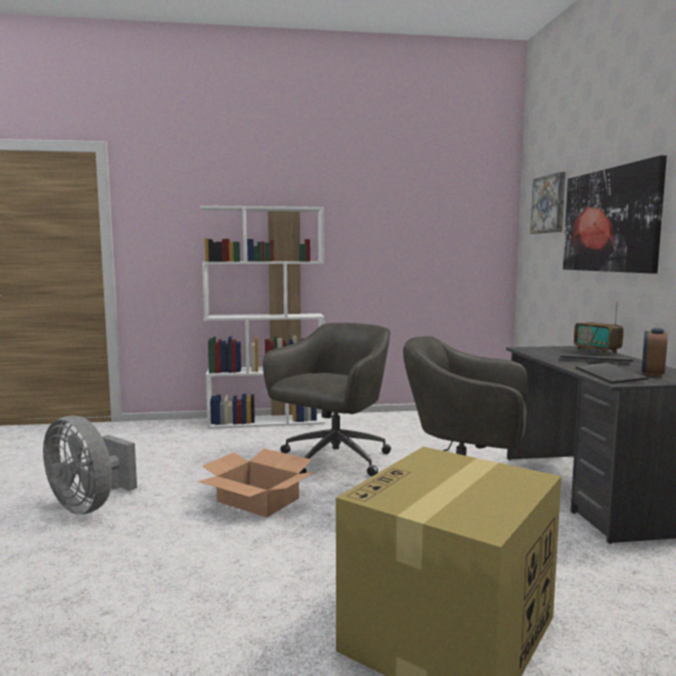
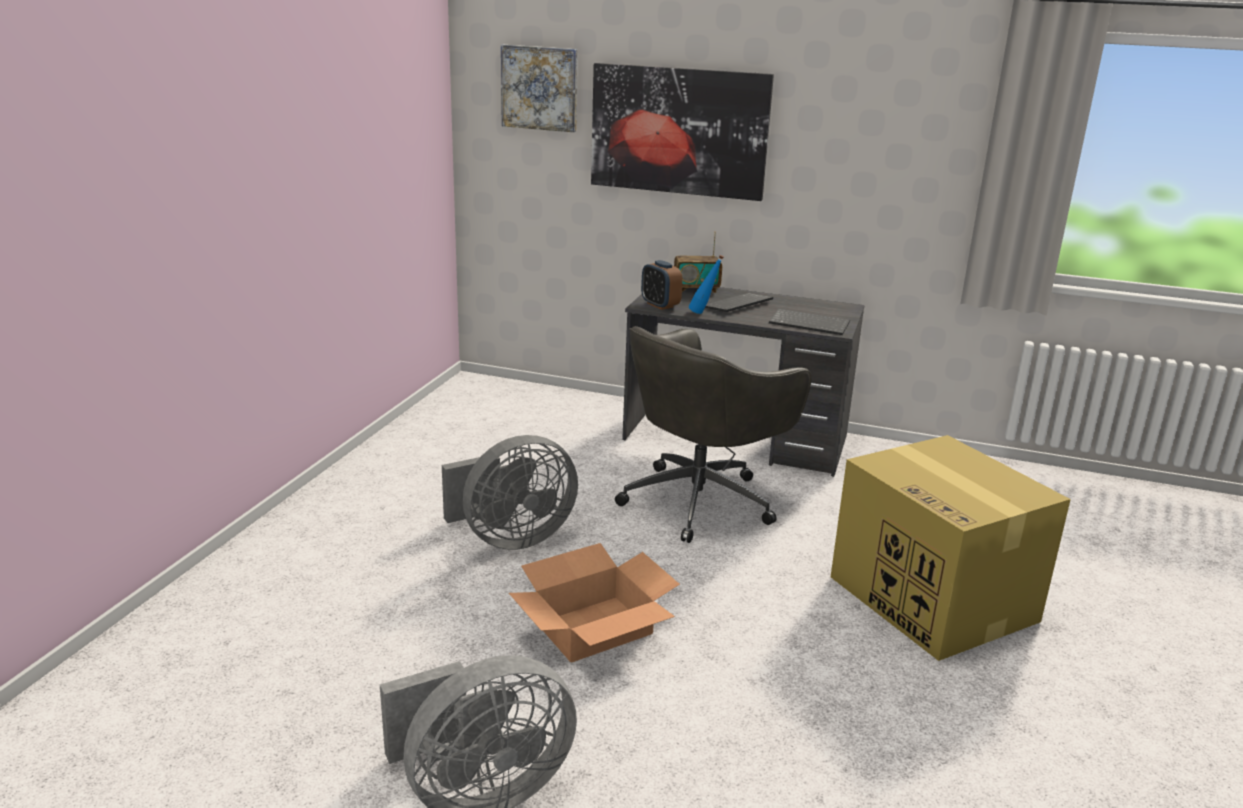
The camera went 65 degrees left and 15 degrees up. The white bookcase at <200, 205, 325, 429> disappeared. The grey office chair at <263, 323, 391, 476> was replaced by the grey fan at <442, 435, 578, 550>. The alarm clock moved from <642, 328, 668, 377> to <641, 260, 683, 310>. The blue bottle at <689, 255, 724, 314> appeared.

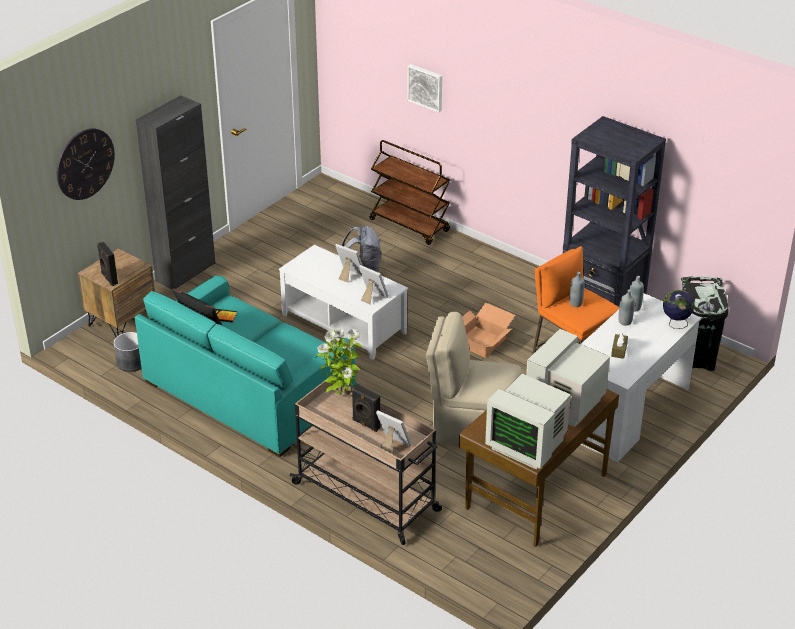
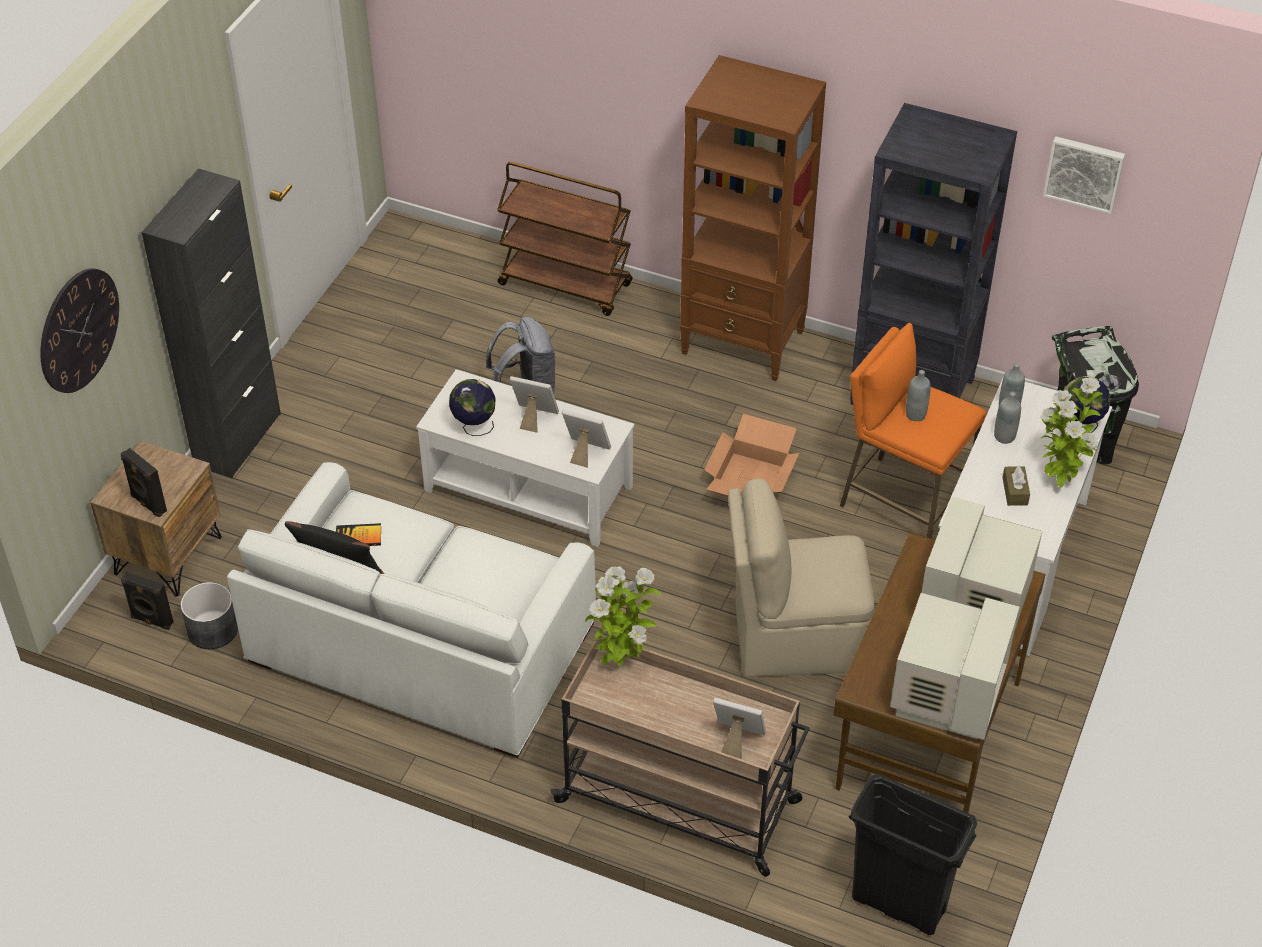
The camera went 15 degrees left and 10 degrees up. The picture moved from <407, 64, 442, 113> to <1043, 136, 1125, 214>. The turquoise sofa at <135, 276, 356, 457> became the white sofa at <227, 462, 596, 758>. The monitor at <485, 374, 571, 470> turned 90 degrees counterclockwise. The black speaker moved from <352, 384, 380, 432> to <121, 572, 174, 630>. The brown bookcase at <680, 55, 826, 381> appeared. The potted plant at <1040, 377, 1103, 488> appeared. The globe at <449, 379, 496, 436> appeared. The black trash can at <849, 774, 977, 935> appeared.

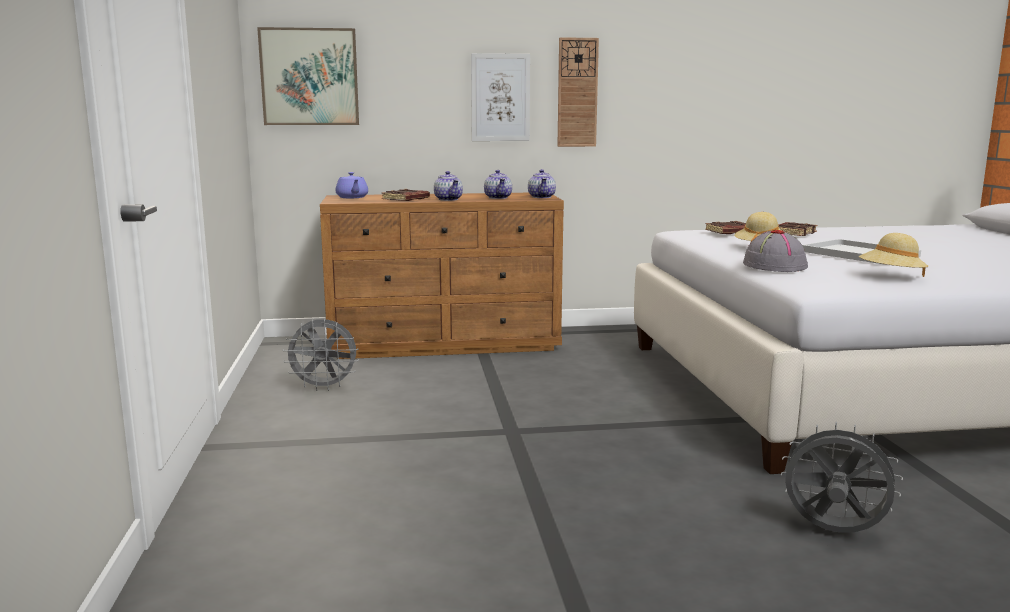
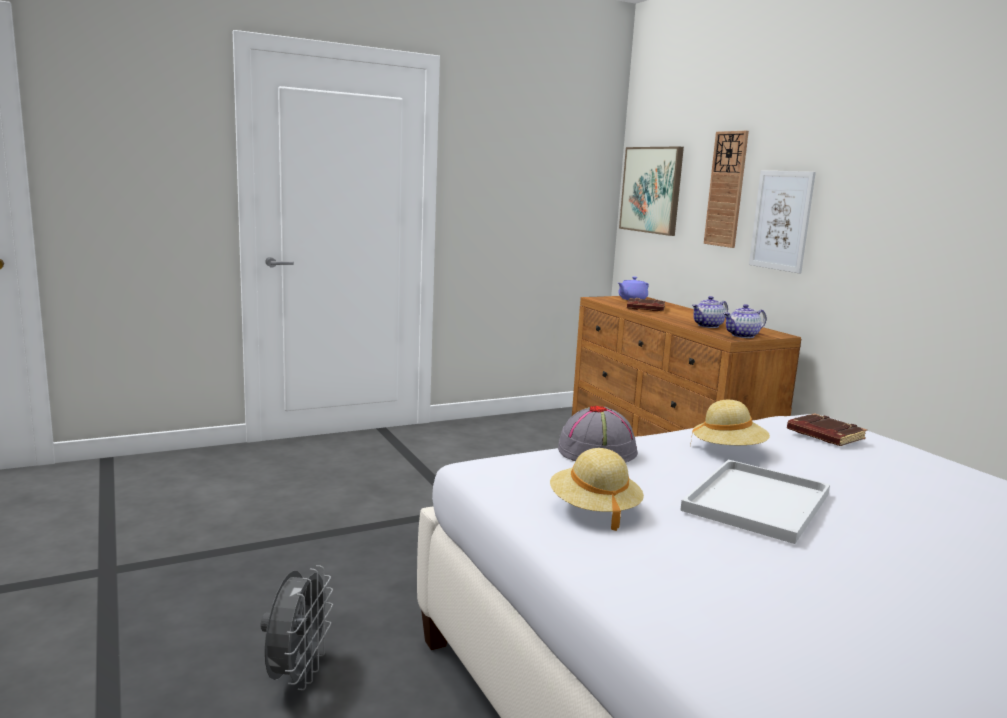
The camera went 70 degrees right and 0 degrees up. The wall clock moved from <557, 37, 599, 147> to <704, 131, 749, 248>. The teapot at <434, 171, 463, 201> disappeared. The brown book at <778, 222, 818, 236> disappeared. The grey fan at <283, 318, 359, 391> disappeared.

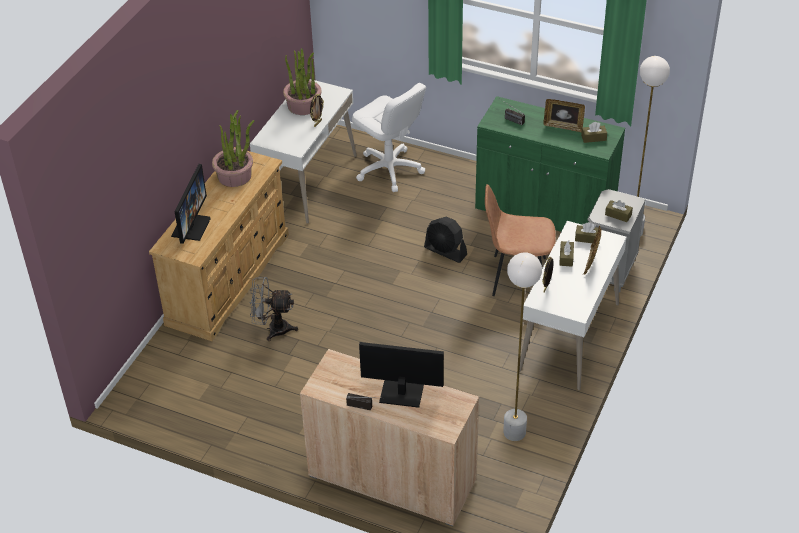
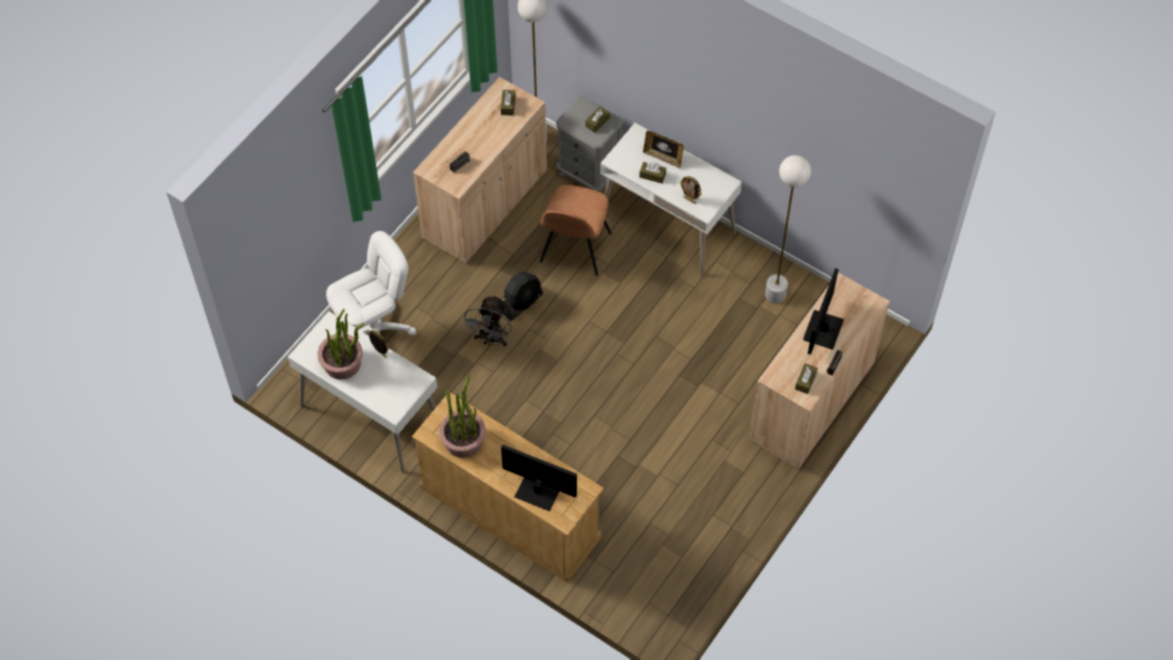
The camera went 80 degrees left and 15 degrees up. The green cabinet at <475, 96, 625, 232> became the beige cabinet at <413, 77, 547, 263>. The picture frame at <543, 99, 585, 132> disappeared. The brown tissue box moved from <575, 222, 600, 243> to <795, 363, 818, 394>. The grey fan moved from <250, 277, 298, 341> to <462, 295, 512, 346>.

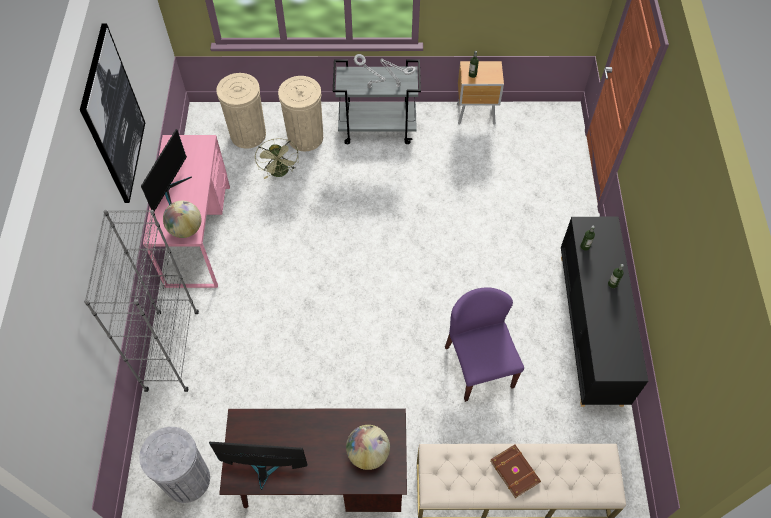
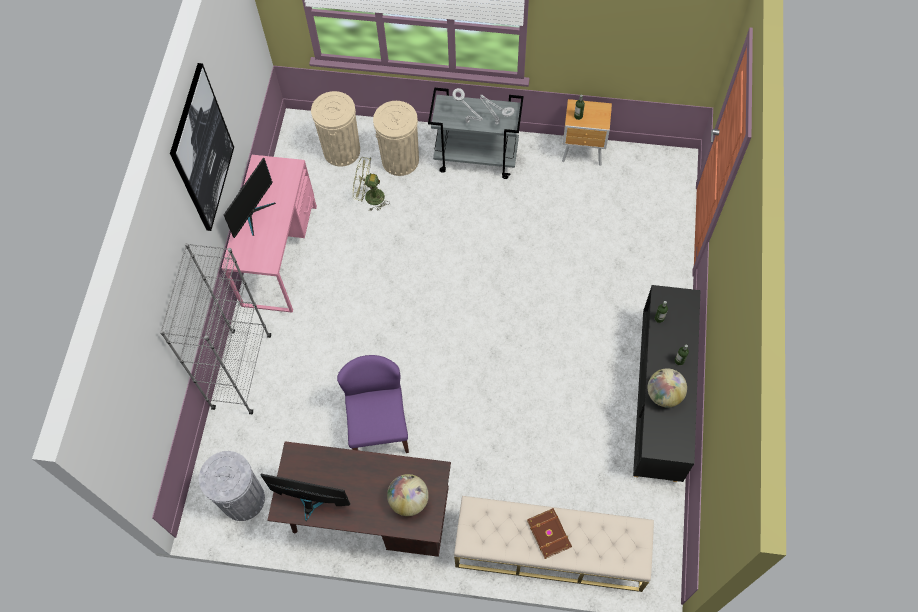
The camera went 10 degrees right and 5 degrees up. The green fan at <255, 138, 299, 179> turned 105 degrees clockwise. The globe moved from <163, 201, 202, 238> to <648, 368, 687, 407>. The purple chair moved from <445, 287, 524, 402> to <337, 355, 409, 453>.

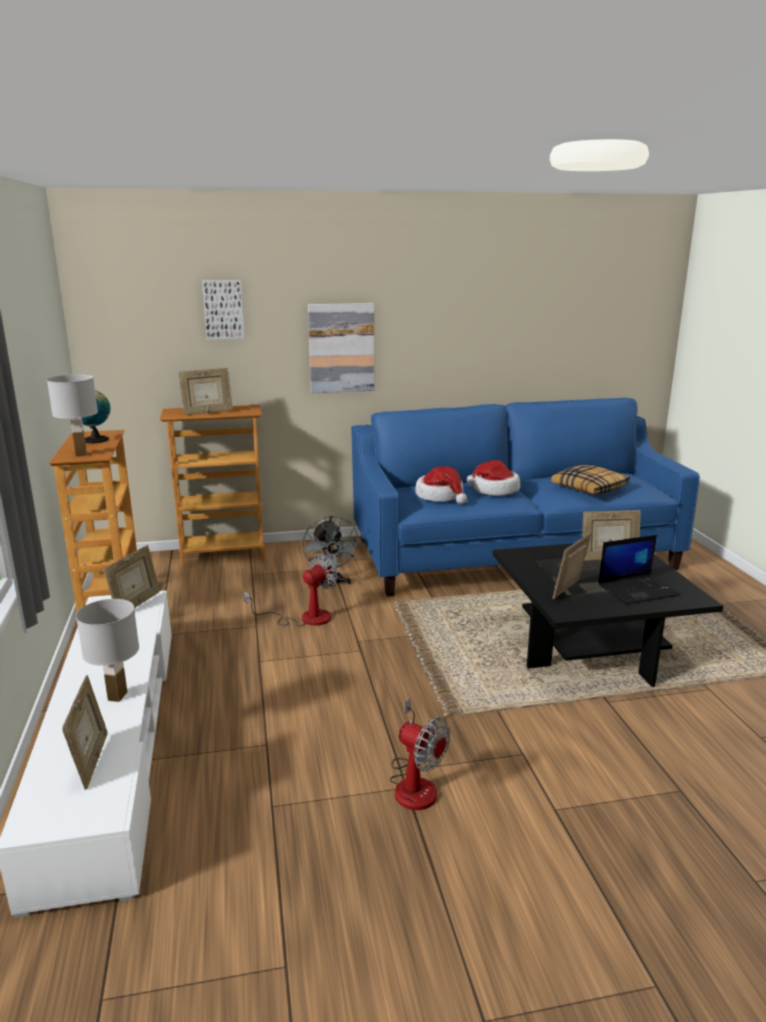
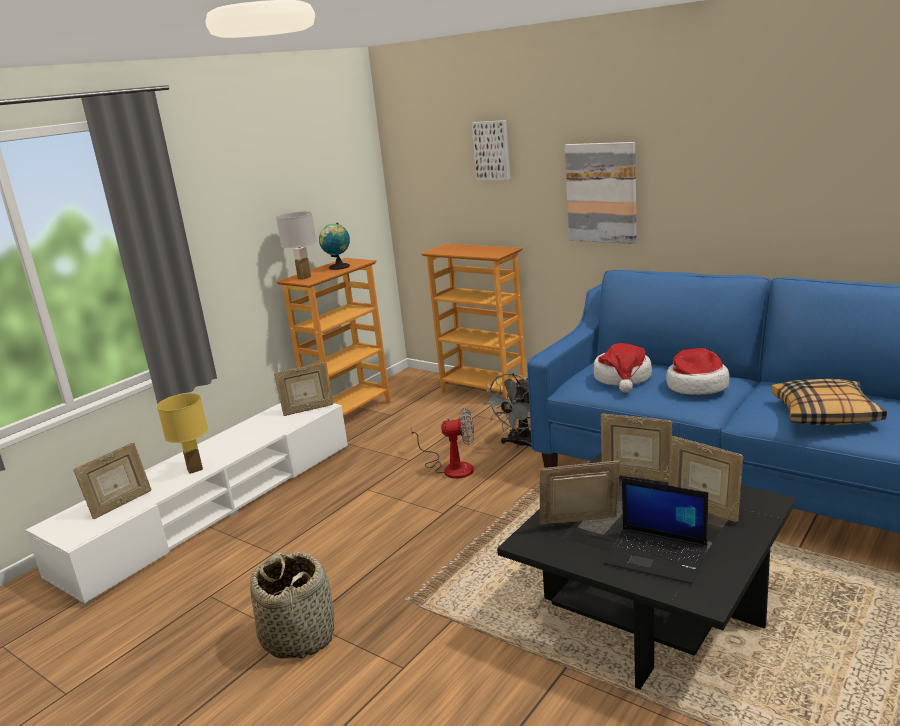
The camera went 50 degrees right and 0 degrees up. The picture frame moved from <178, 368, 233, 415> to <601, 414, 672, 482>. The white table lamp at <76, 599, 139, 702> became the yellow table lamp at <157, 393, 208, 474>. The fan at <390, 698, 450, 810> was replaced by the basket at <250, 552, 334, 659>.

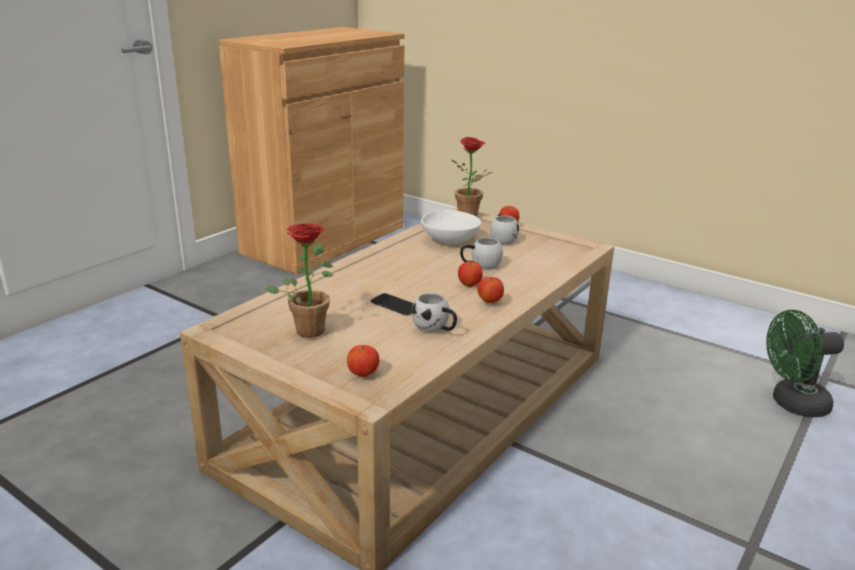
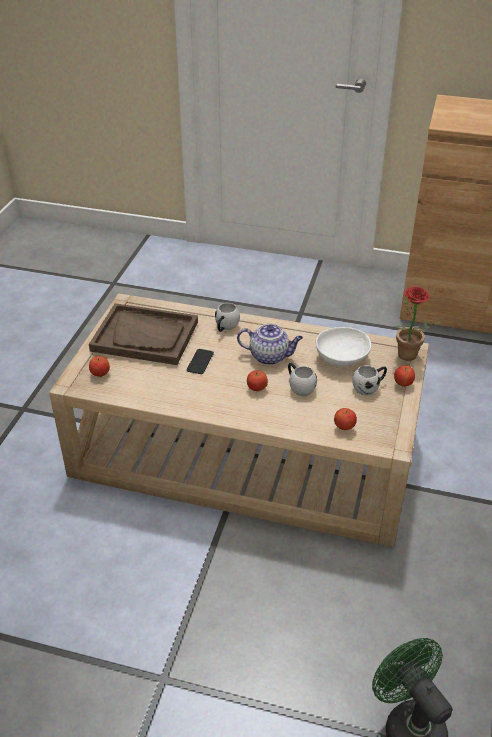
The camera went 70 degrees right and 15 degrees up. The potted plant at <265, 223, 333, 338> was replaced by the brown tray at <89, 303, 198, 365>. The apple moved from <477, 276, 504, 303> to <334, 408, 357, 430>. The white mug moved from <412, 293, 457, 333> to <215, 303, 240, 332>. The teapot at <237, 324, 303, 365> appeared.

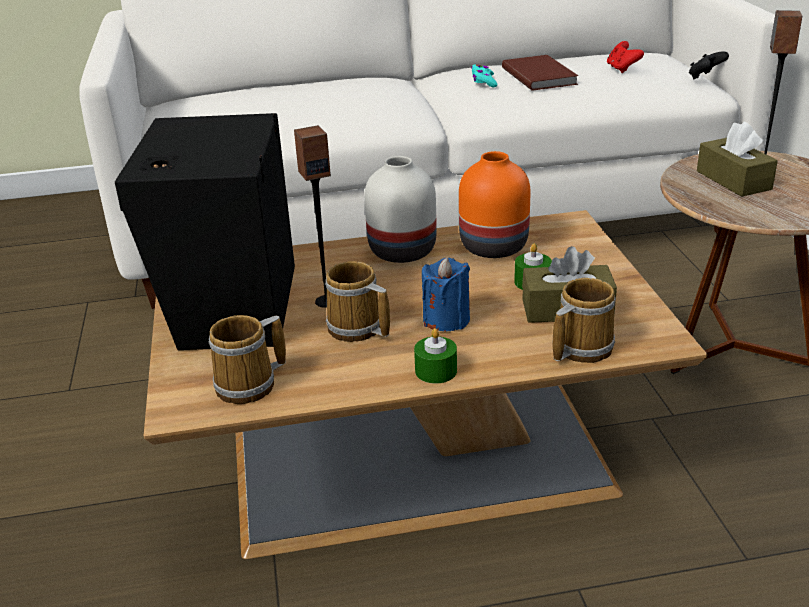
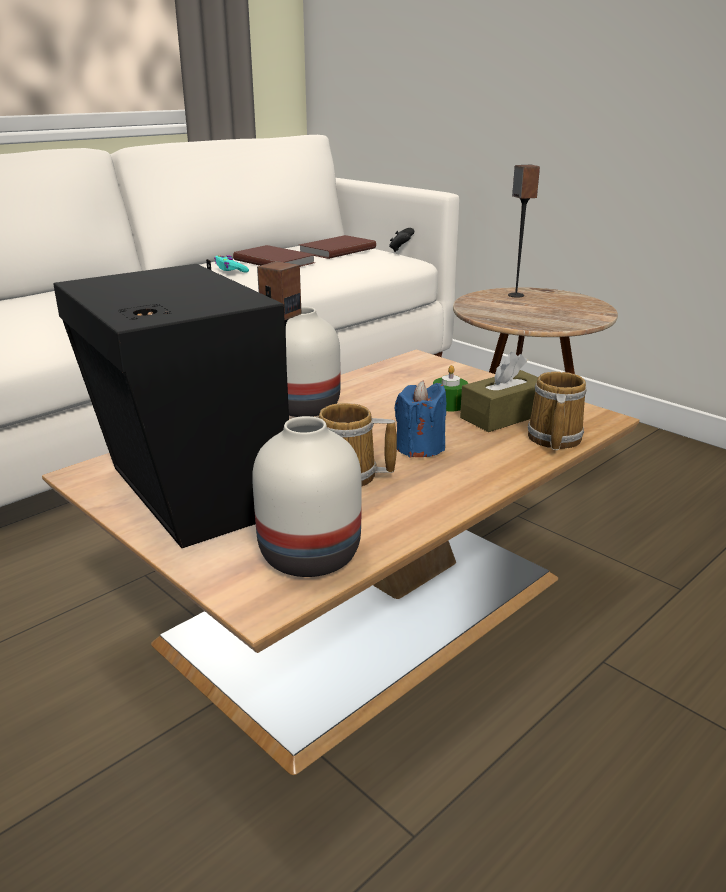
The camera went 35 degrees left and 5 degrees down. The red game controller at <607, 41, 644, 73> was replaced by the brown book at <299, 235, 376, 259>. The brown tissue box at <697, 122, 778, 197> disappeared. The orange vase at <459, 151, 530, 258> disappeared. The mug at <208, 315, 286, 404> was replaced by the white vase at <252, 416, 361, 577>. The green candle at <414, 328, 457, 384> disappeared.

